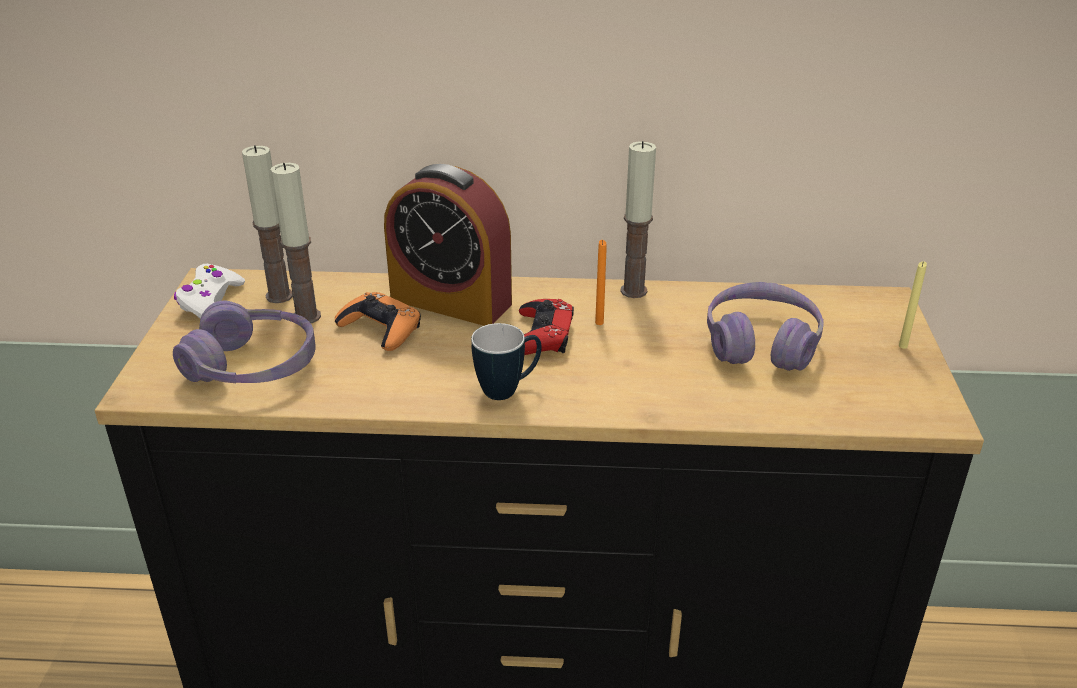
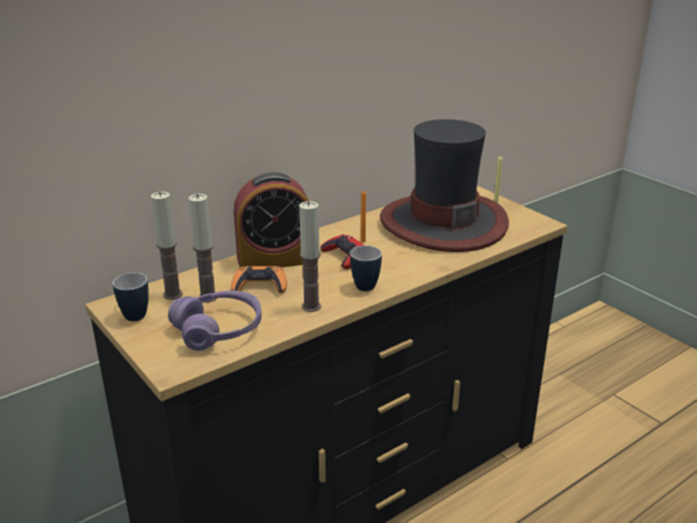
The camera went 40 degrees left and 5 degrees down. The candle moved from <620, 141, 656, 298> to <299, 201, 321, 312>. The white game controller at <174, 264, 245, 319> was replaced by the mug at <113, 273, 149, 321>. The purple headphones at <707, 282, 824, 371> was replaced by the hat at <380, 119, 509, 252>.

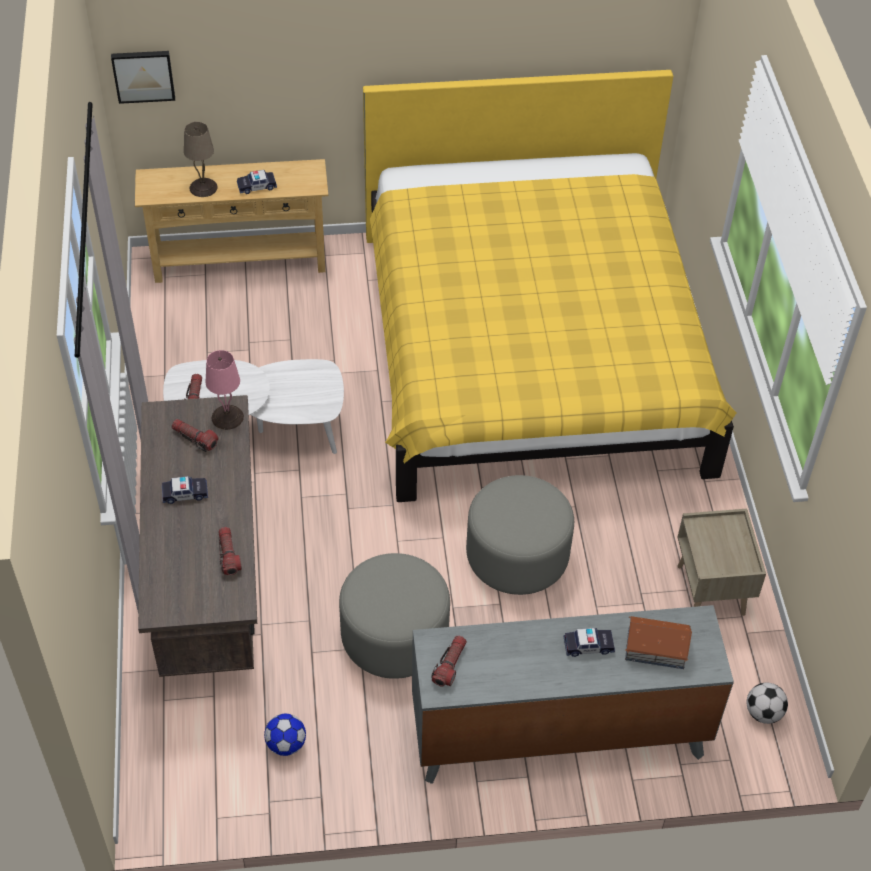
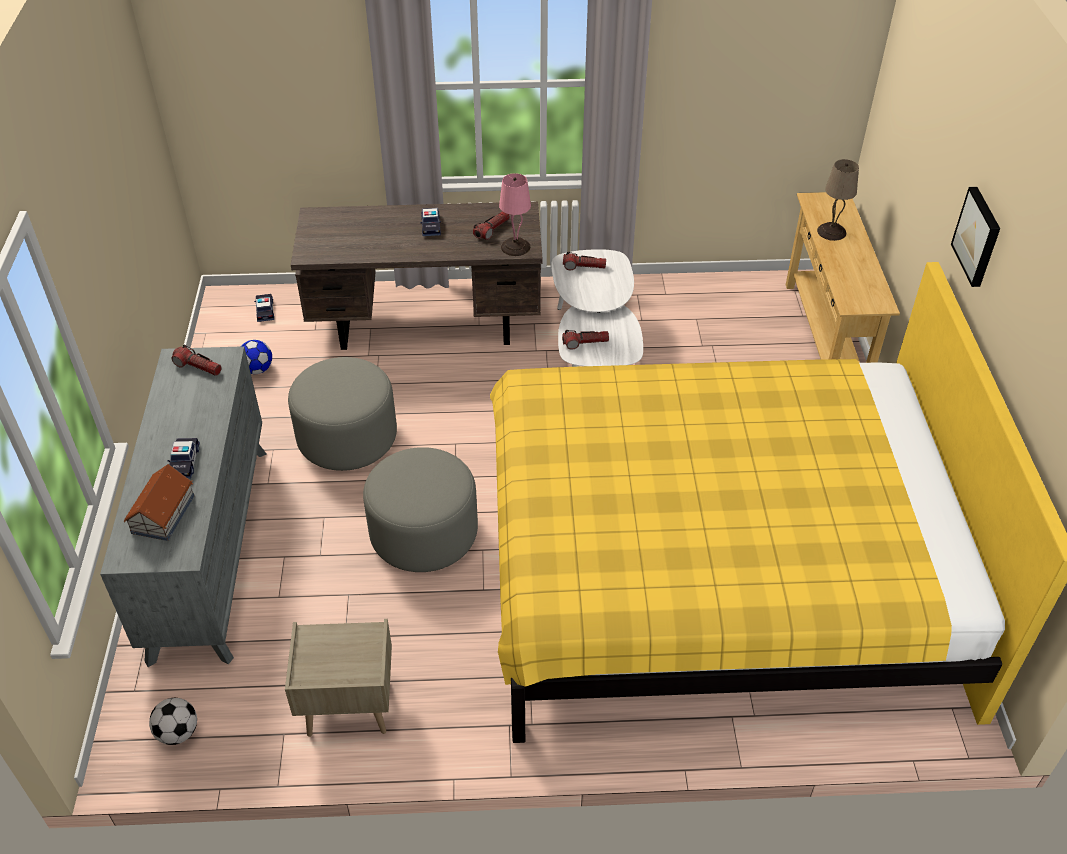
The camera went 95 degrees right and 5 degrees down. The picture moved from <111, 51, 175, 104> to <951, 187, 1000, 287>. The toy car moved from <237, 170, 277, 194> to <254, 294, 274, 322>. The flashlight moved from <218, 527, 242, 575> to <562, 330, 609, 350>.

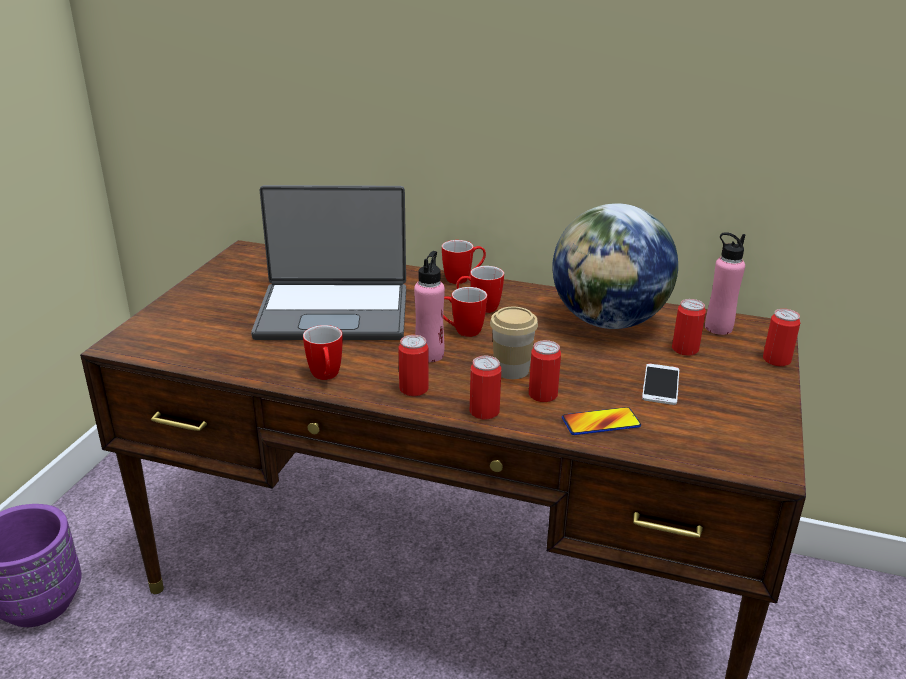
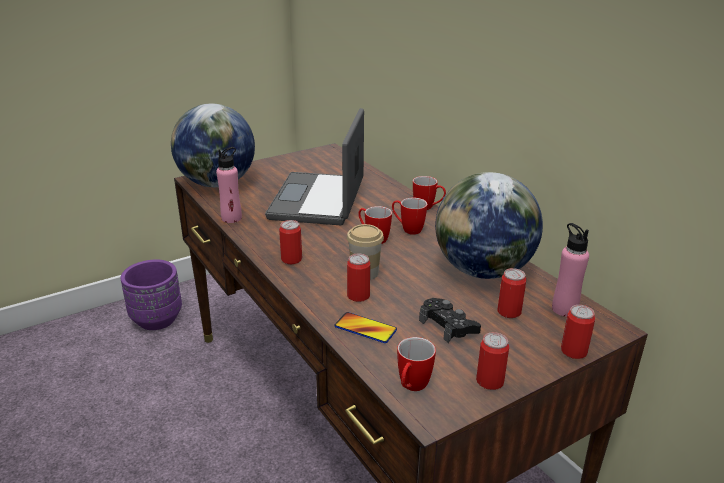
The camera went 40 degrees right and 0 degrees up. The laptop at <251, 185, 406, 340> turned 60 degrees clockwise. The pink bottle moved from <414, 251, 445, 362> to <216, 147, 242, 223>. The mug moved from <303, 325, 342, 380> to <397, 337, 436, 391>. The can moved from <470, 356, 501, 420> to <476, 332, 509, 390>. The phone at <642, 364, 679, 405> was replaced by the black game controller at <419, 298, 481, 343>. The globe at <171, 103, 255, 187> appeared.

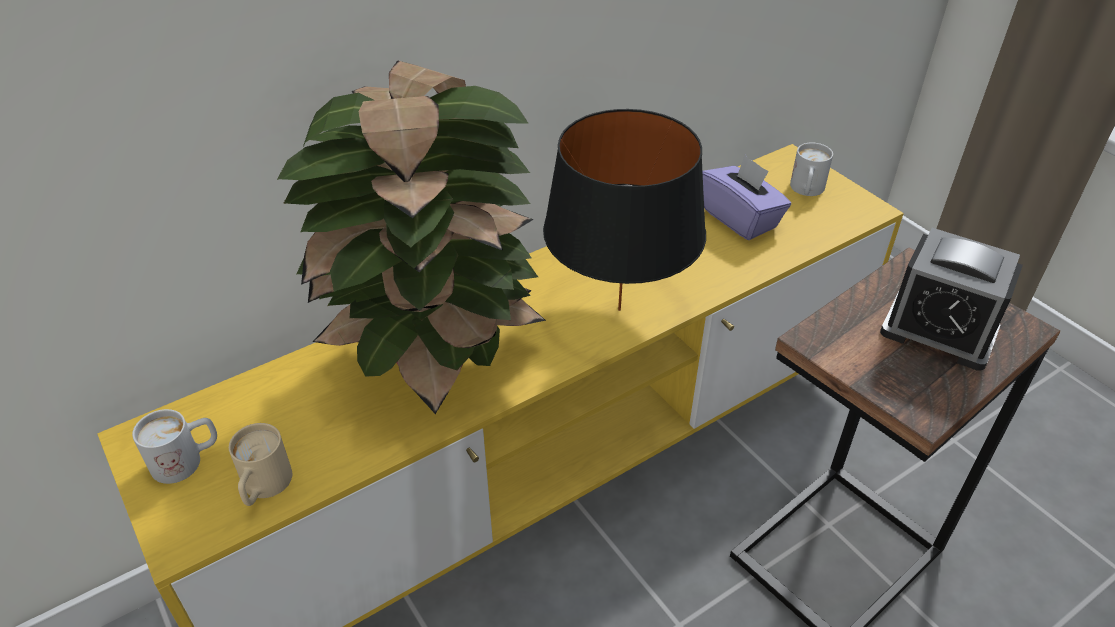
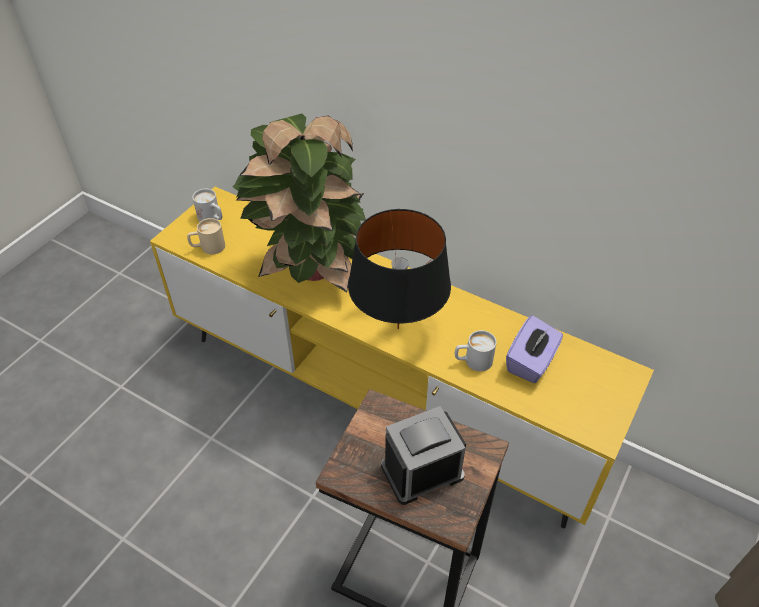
The camera went 65 degrees right and 5 degrees up. The white mug moved from <790, 143, 833, 196> to <455, 330, 496, 371>. The alarm clock at <880, 228, 1023, 371> turned 60 degrees clockwise.

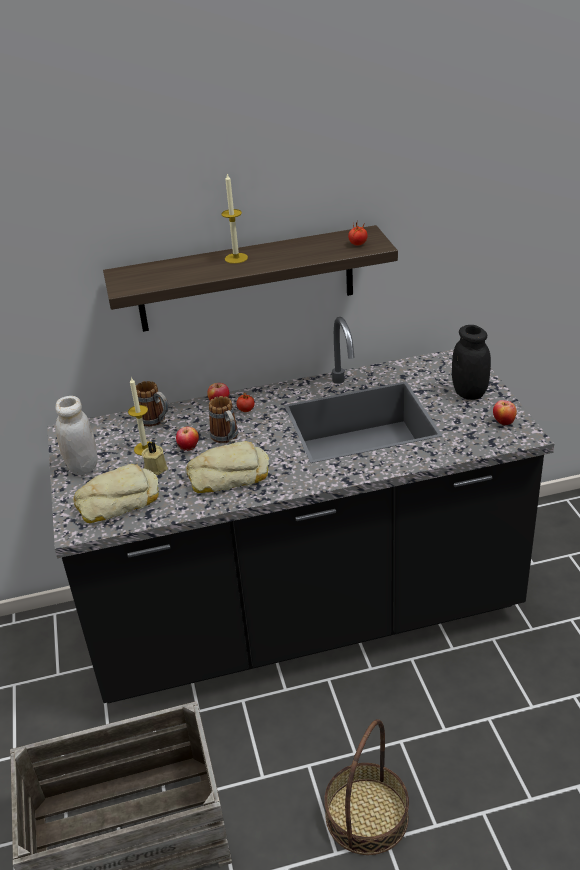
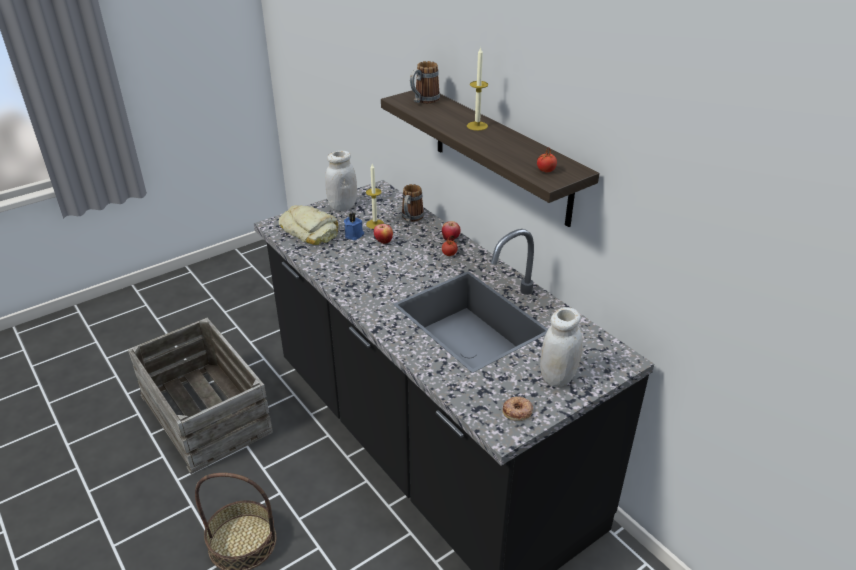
The camera went 65 degrees right and 0 degrees up. The black jar at <452, 325, 491, 400> became the white jar at <540, 307, 583, 388>. The mug moved from <209, 396, 238, 444> to <410, 61, 440, 104>. The apple at <493, 400, 517, 426> was replaced by the donut at <502, 396, 533, 421>. The bread at <186, 441, 269, 493> disappeared. The beige candle at <142, 442, 168, 475> became the blue candle at <344, 213, 364, 240>.

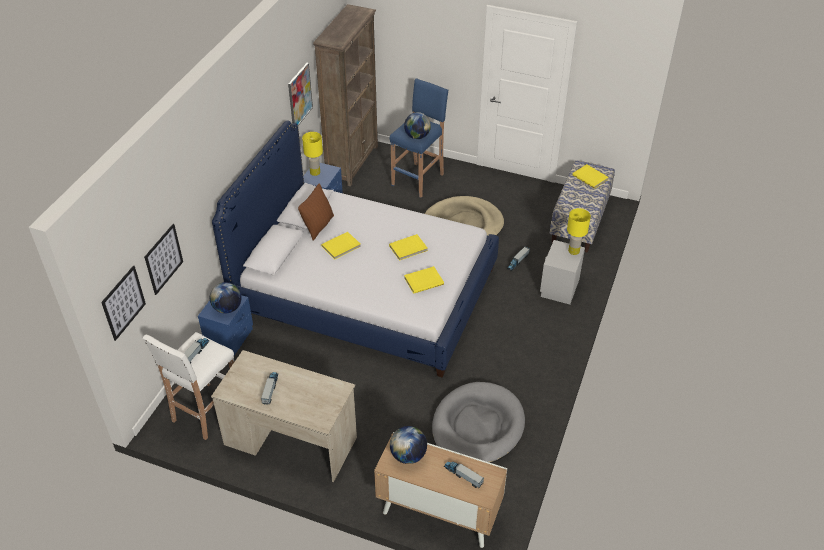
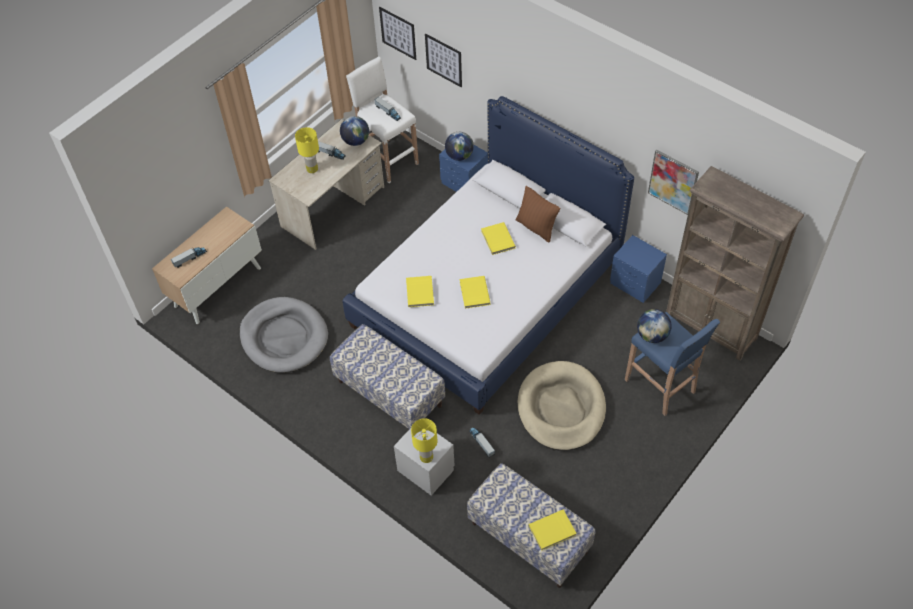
The camera went 110 degrees right and 10 degrees up. The yellow table lamp moved from <302, 132, 323, 176> to <295, 127, 319, 173>. The globe moved from <390, 426, 427, 464> to <340, 116, 369, 146>. The bench at <330, 324, 445, 429> appeared.

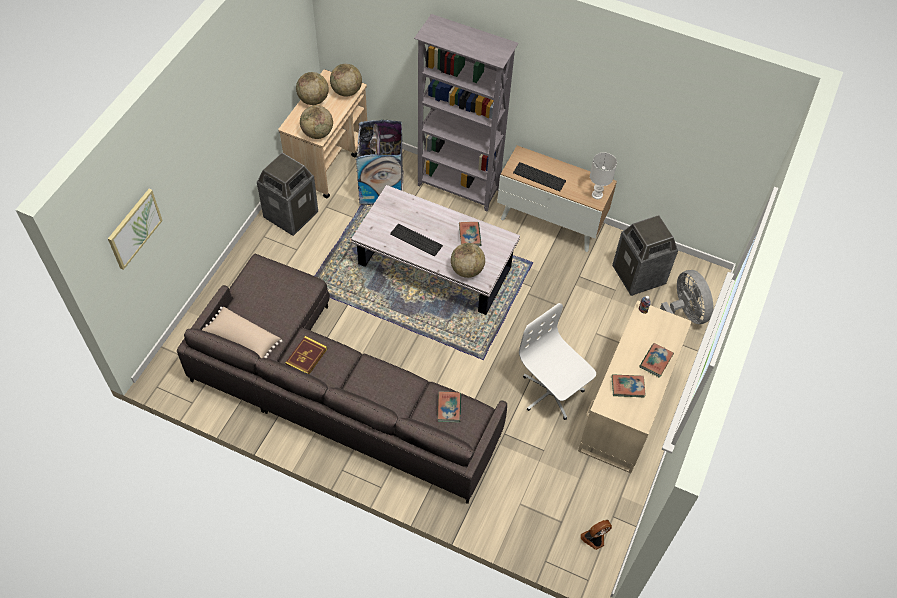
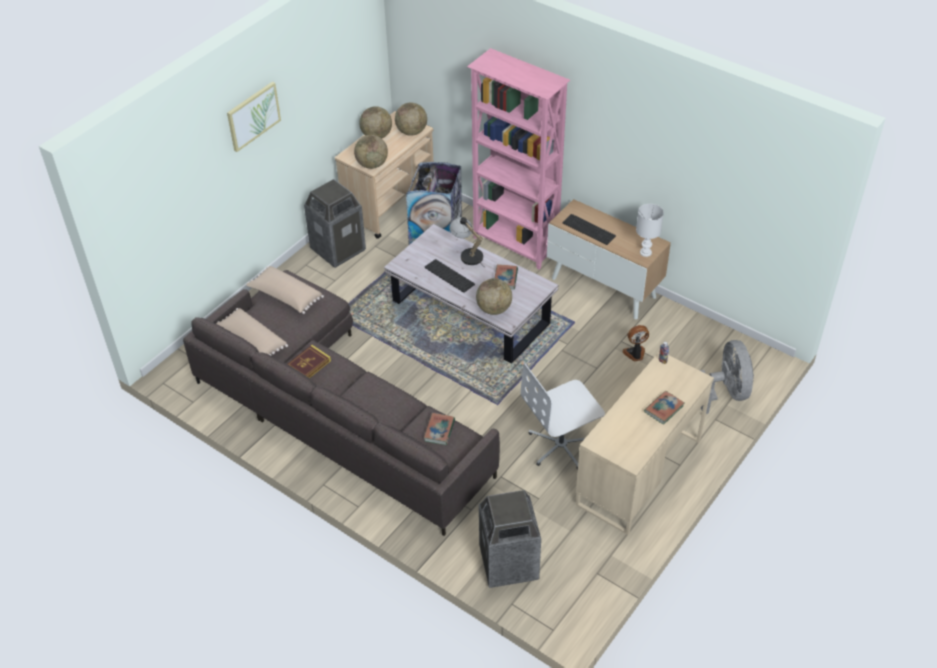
The camera went 15 degrees right and 10 degrees down. The grey bookcase at <414, 14, 519, 211> became the pink bookcase at <467, 48, 570, 270>. The picture moved from <108, 189, 163, 270> to <227, 81, 281, 152>. The trash can moved from <612, 215, 678, 296> to <479, 490, 541, 588>. The white office chair at <519, 303, 596, 420> turned 90 degrees counterclockwise. The book at <612, 374, 646, 397> disappeared. The fan moved from <581, 520, 612, 550> to <622, 325, 649, 362>. The table lamp at <449, 217, 483, 266> appeared. The beige pillow at <246, 266, 324, 314> appeared.

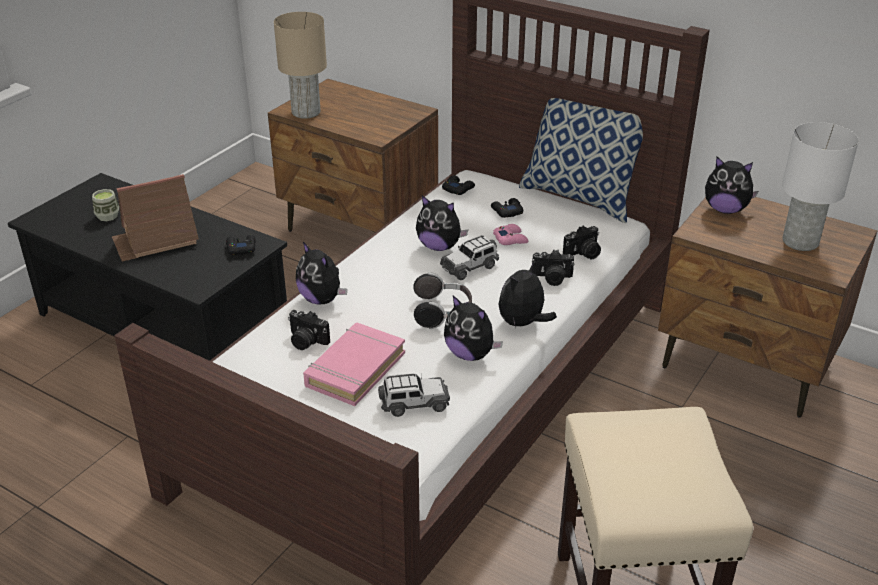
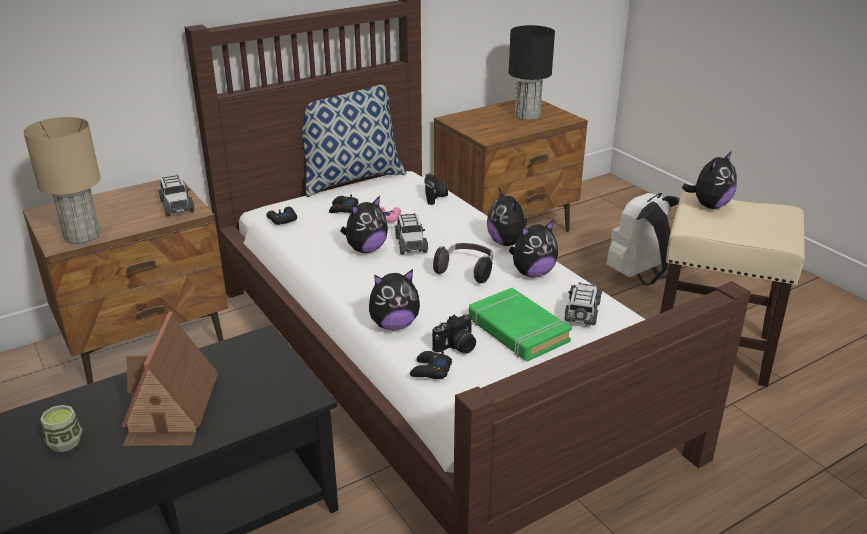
The camera went 65 degrees left and 5 degrees down. The white table lamp at <782, 122, 859, 251> became the black table lamp at <509, 25, 555, 120>. The plush toy moved from <705, 157, 758, 214> to <682, 151, 737, 209>. The black game controller moved from <226, 235, 256, 255> to <410, 351, 452, 379>. The photo camera at <532, 250, 575, 286> disappeared. The pink book at <303, 323, 405, 406> became the green book at <469, 288, 572, 361>. The toy car at <158, 175, 194, 216> appeared. The white backpack at <606, 193, 680, 285> appeared.

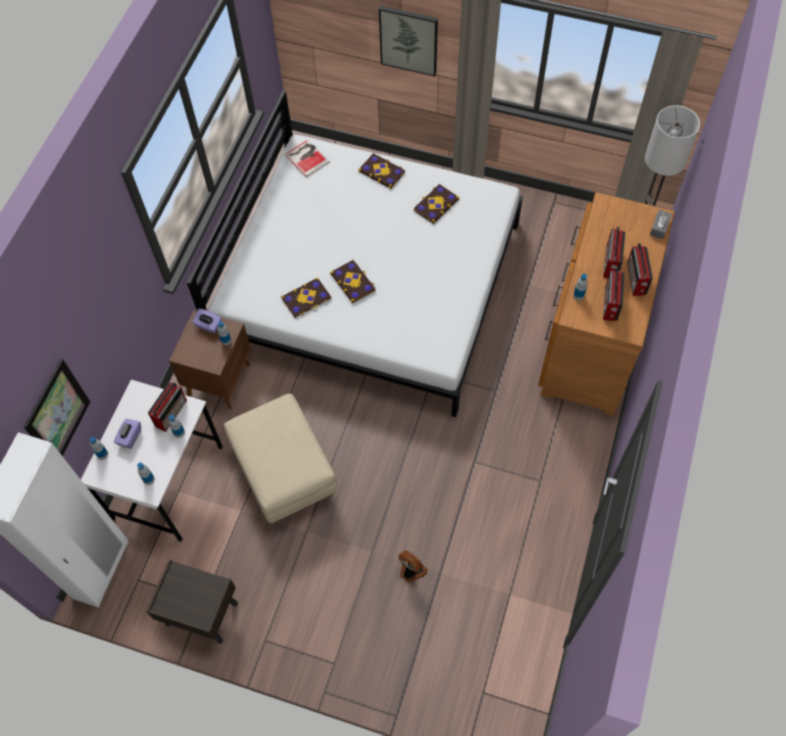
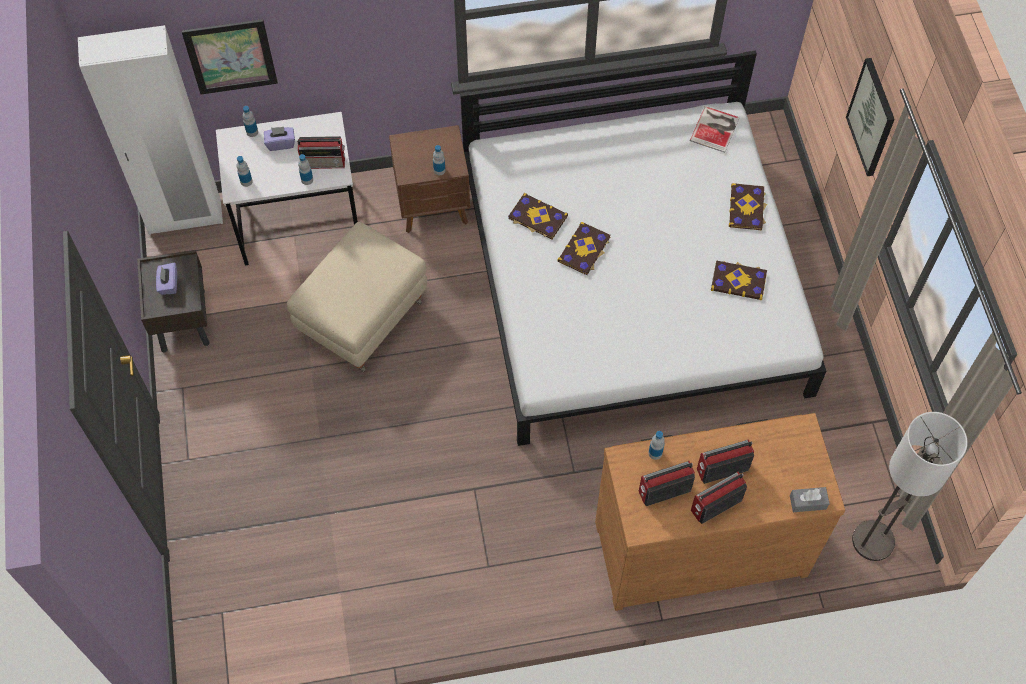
The camera went 60 degrees right and 0 degrees up. The purple tissue box moved from <192, 309, 221, 333> to <156, 263, 177, 295>. The fan at <398, 550, 428, 583> disappeared.

